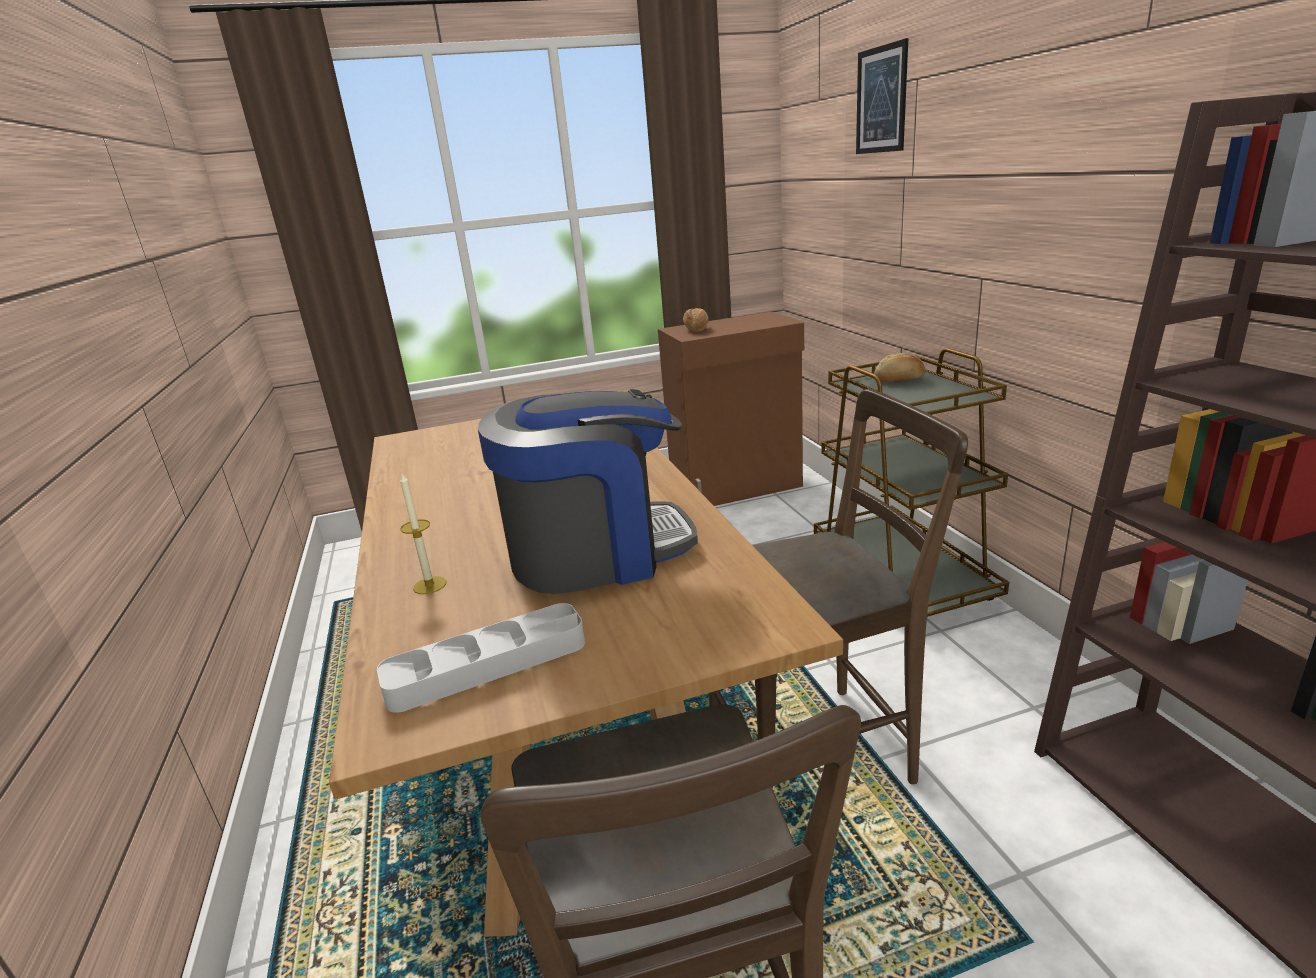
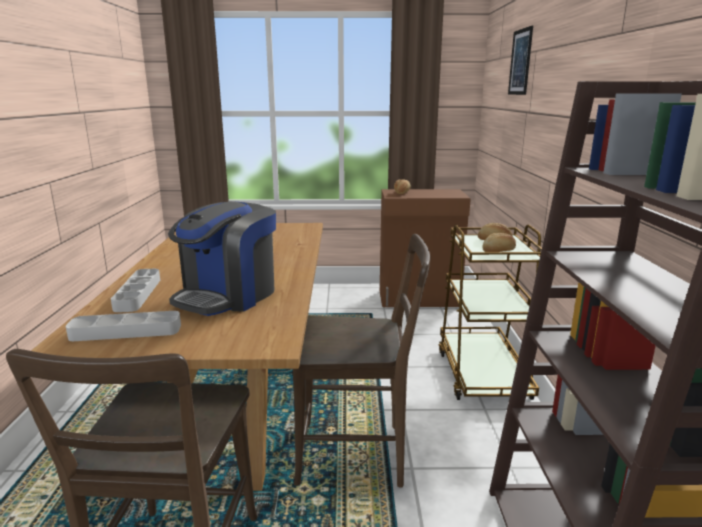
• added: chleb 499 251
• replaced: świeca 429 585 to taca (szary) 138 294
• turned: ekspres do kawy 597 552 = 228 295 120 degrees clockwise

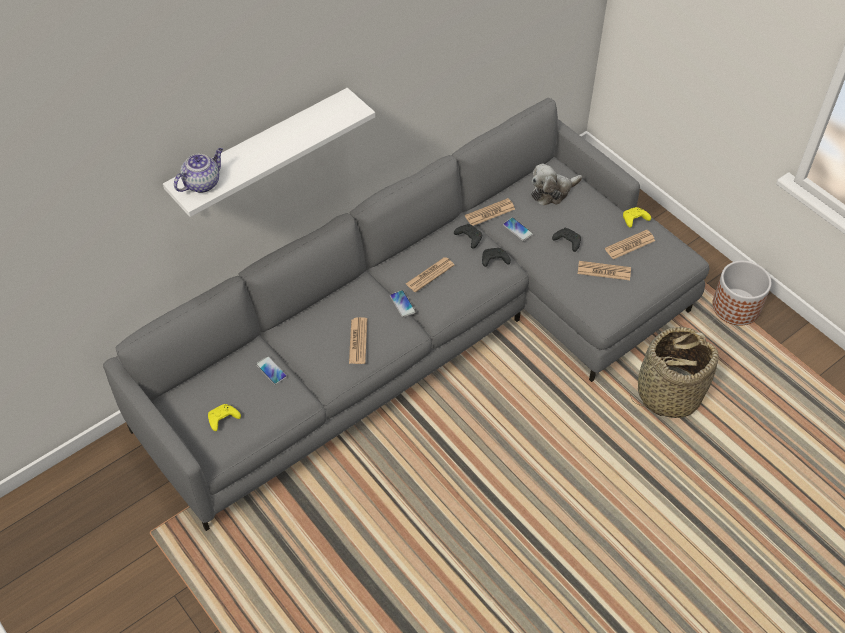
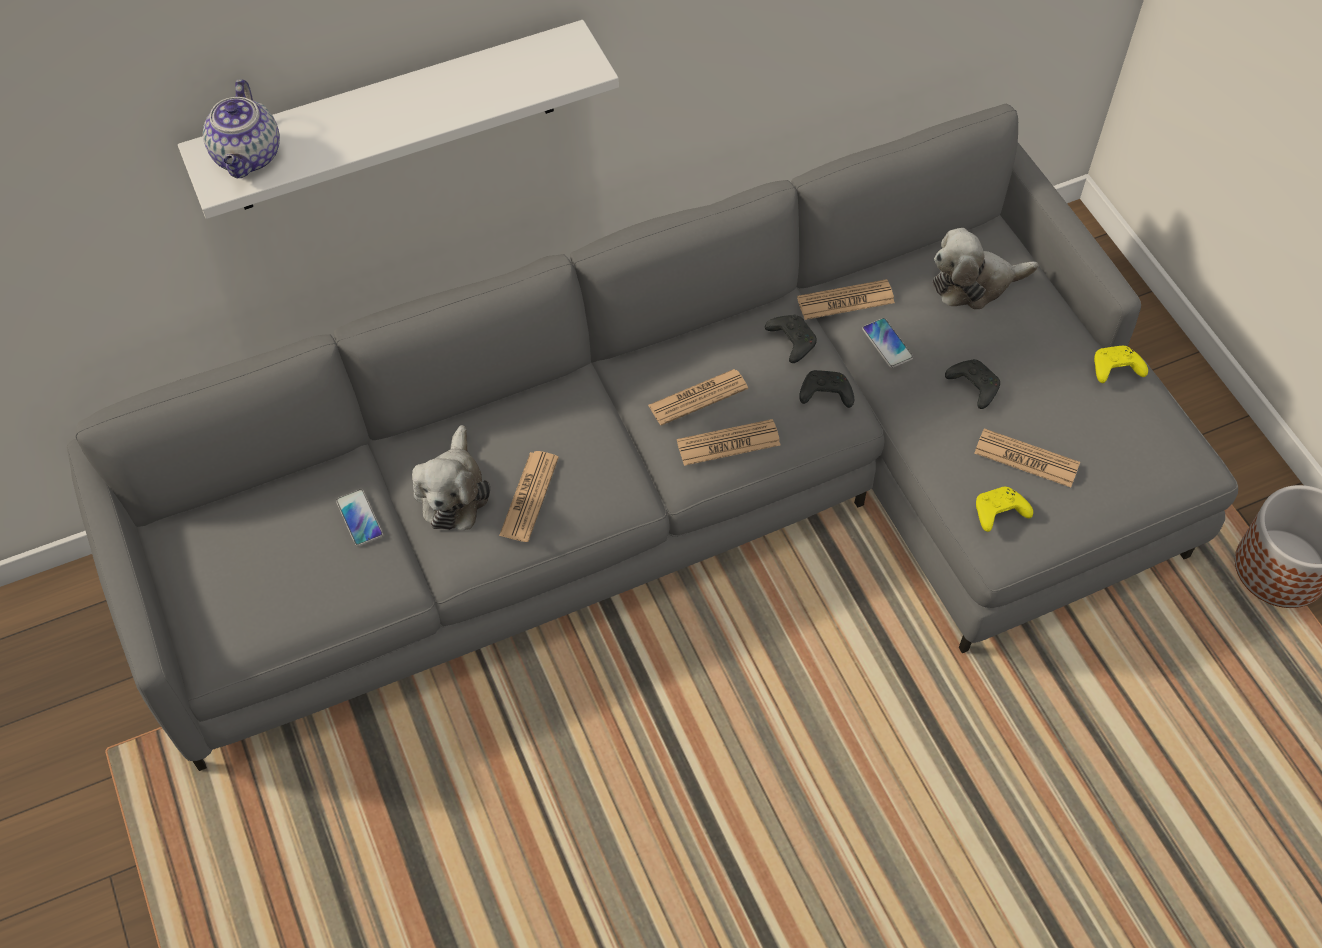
• removed: telefon 402 304
• removed: koszyk 668 393
• added: pluszak 453 492
• moved: pad do gier (żółty) 222 420 to 998 514
• moved: gazeta 630 245 to 728 443
• turned: imbryk 202 183 = 248 157 120 degrees clockwise

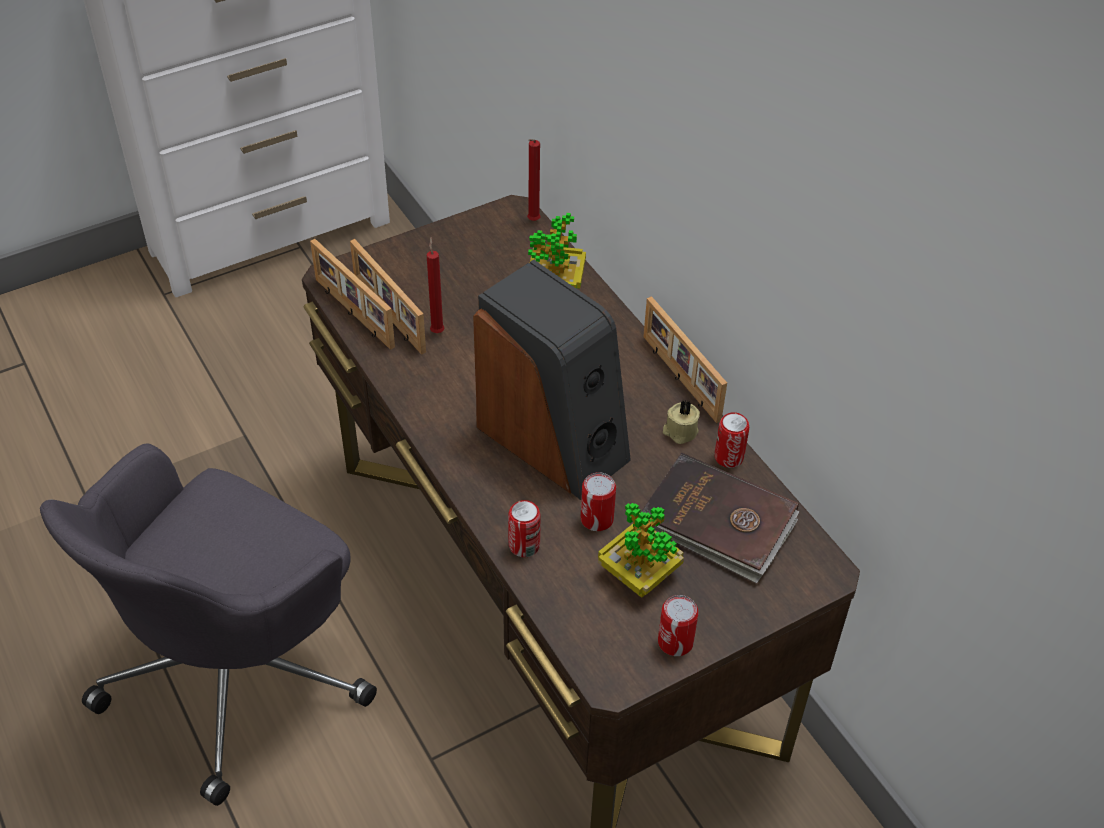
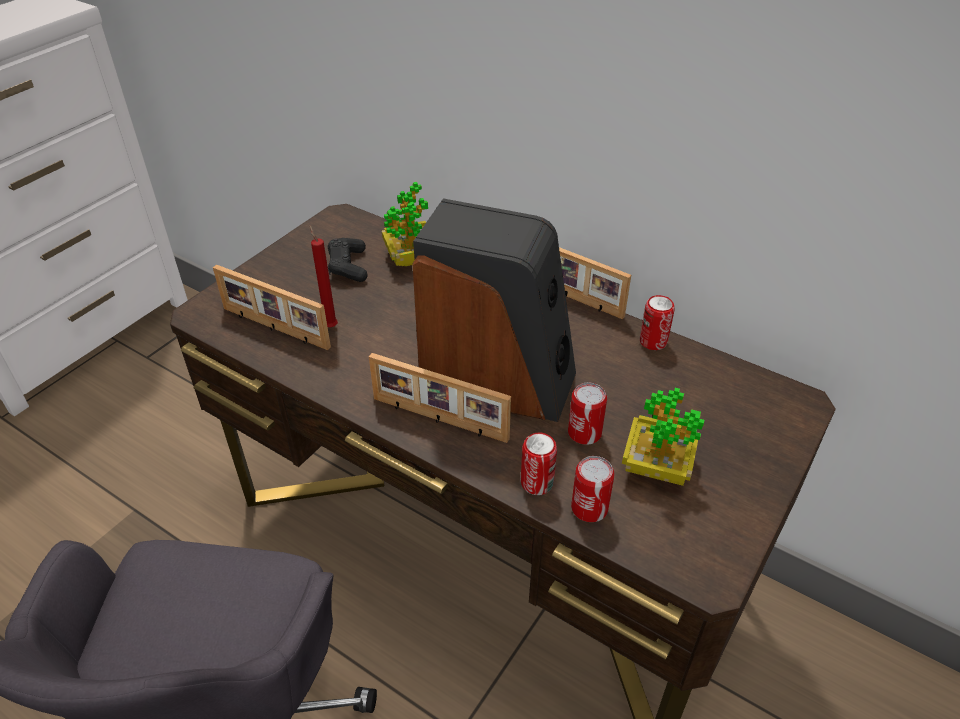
• removed: świeca (czerwony) 532 222
• removed: książka (brązowy) 717 522
• removed: świeca (beżowy) 680 431
• added: pad do gier (czarny) 348 266
• moved: ramka na zdjęcie 352 313 to 439 420
• moved: puszka 675 642 to 589 508

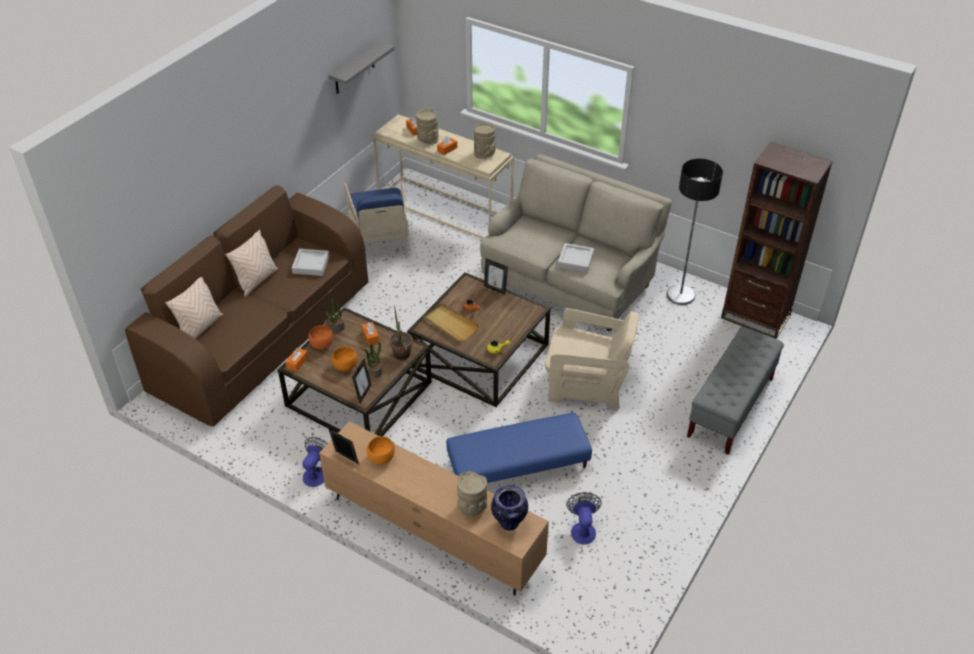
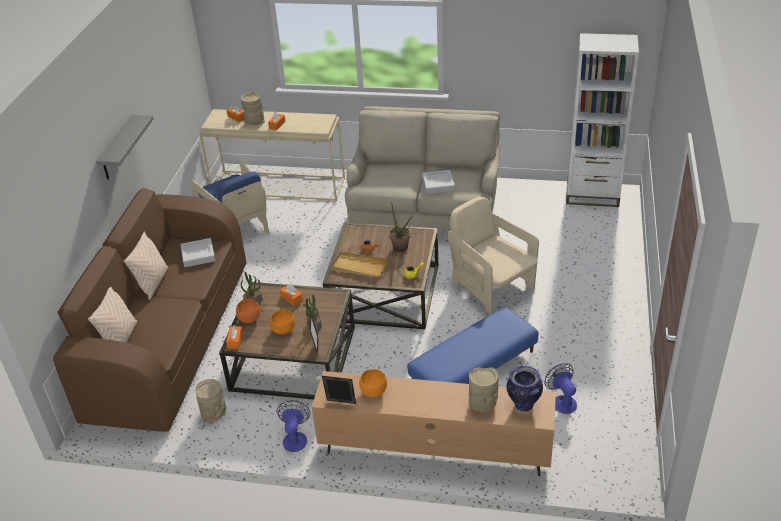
• removed: ramka na zdjęcie 495 289
• removed: lampa stojąca 681 295
• removed: ławka (szary) 730 408
• moved: półka (szary) 354 68 to 117 148
• moved: roślina doniczkowa 402 356 to 402 249
• moved: wazon (beżowy) 485 154 to 214 413
• recoloured: regał (brązowy) 755 317 to regał (biały) 592 195
• turned: fotel (beżowy) 587 385 = 491 287 120 degrees counterclockwise

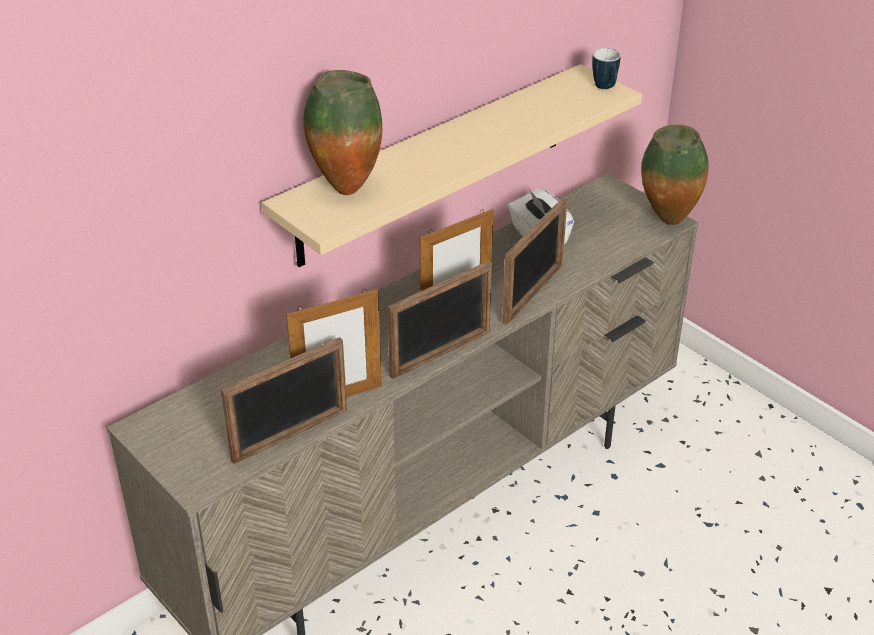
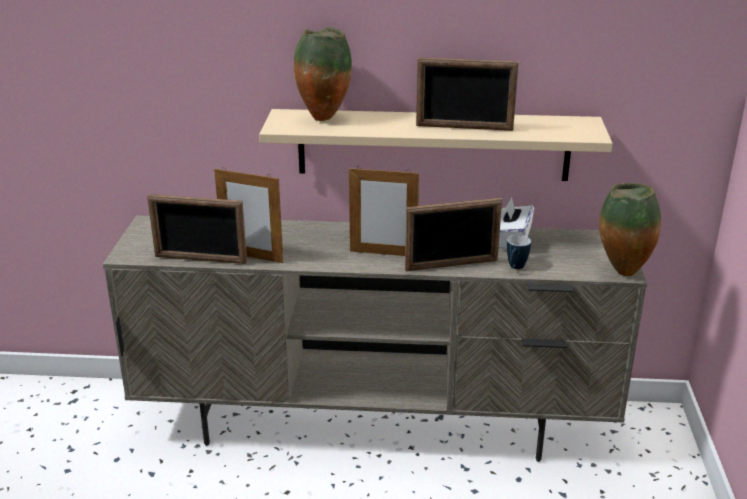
• moved: ramka na zdjęcie 441 354 to 464 127
• moved: kubek 606 88 to 515 268

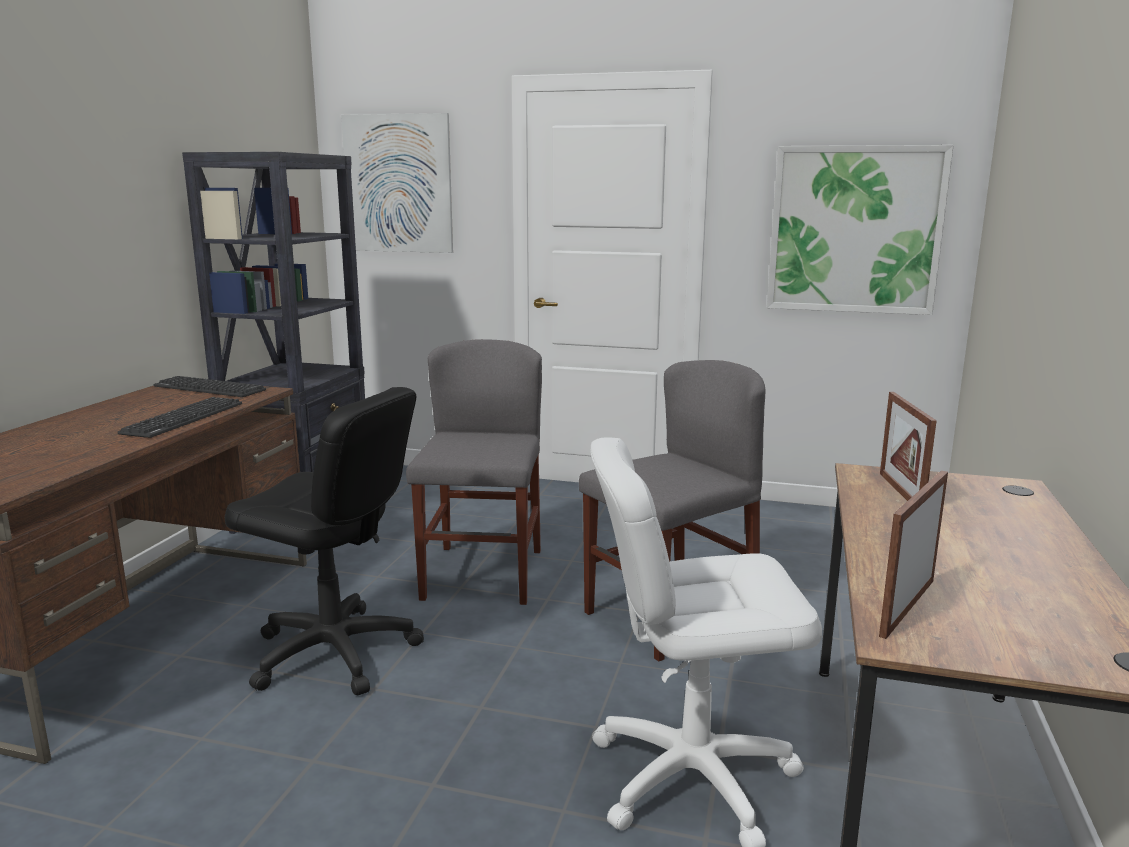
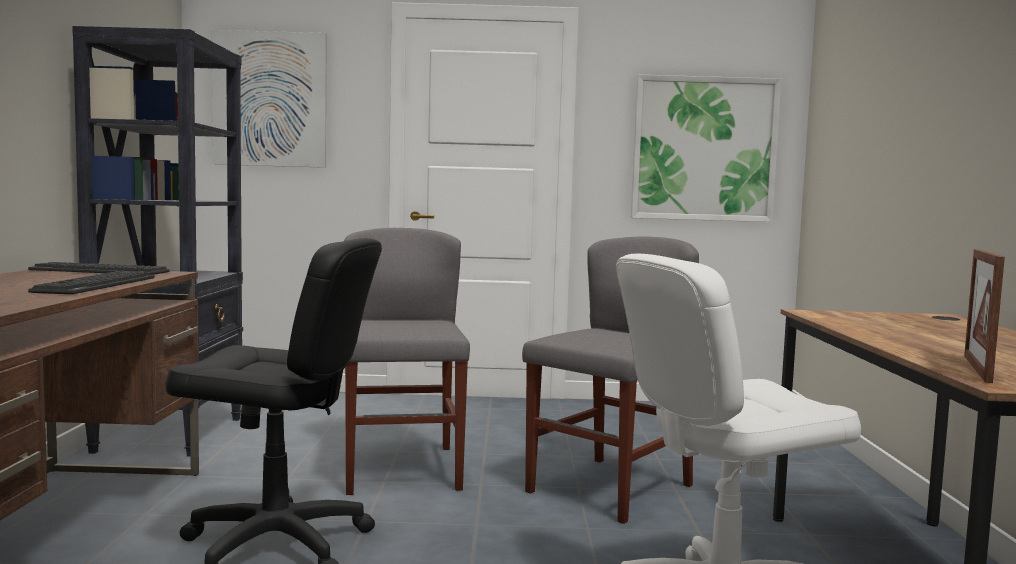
• removed: ramka na zdjęcie 900 492

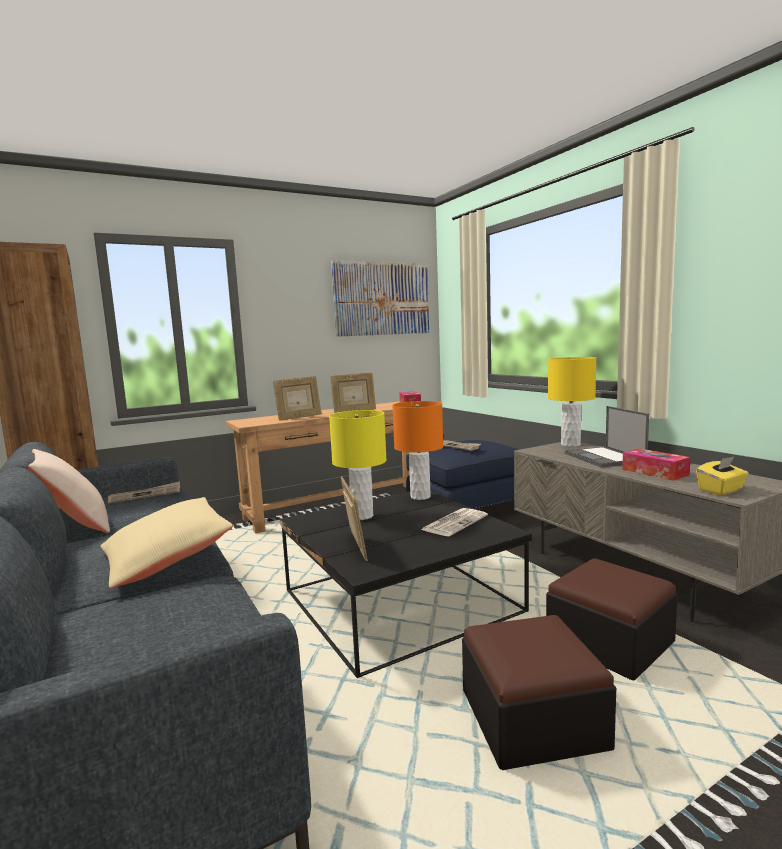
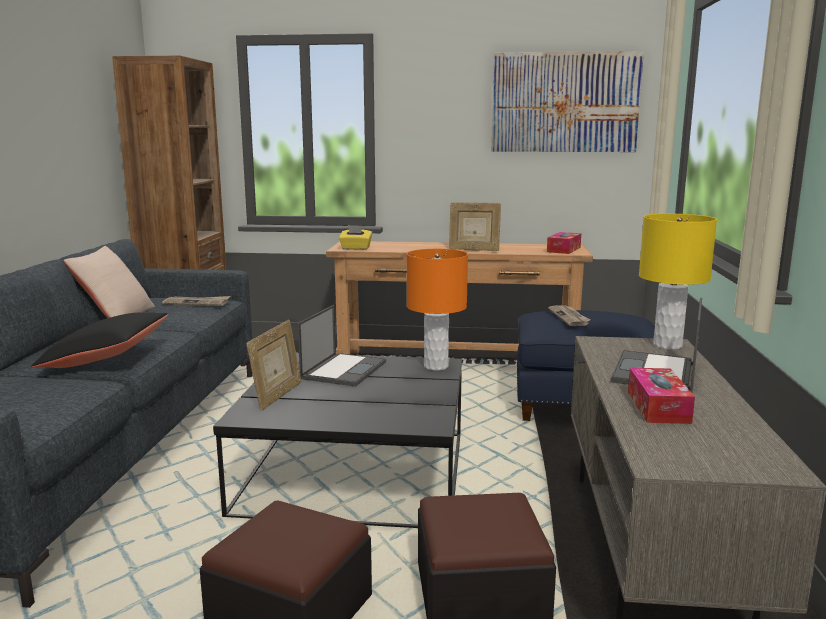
• removed: ramka na zdjęcie 299 417
• removed: gazeta 454 522
• moved: pudełko chusteczek (żółty) 721 490 to 355 249
• replaced: lampa stołowa (żółty) 362 516 to laptop 344 370
• recoloured: poduszka (beżowy) 166 559 to poduszka (czarny) 106 358

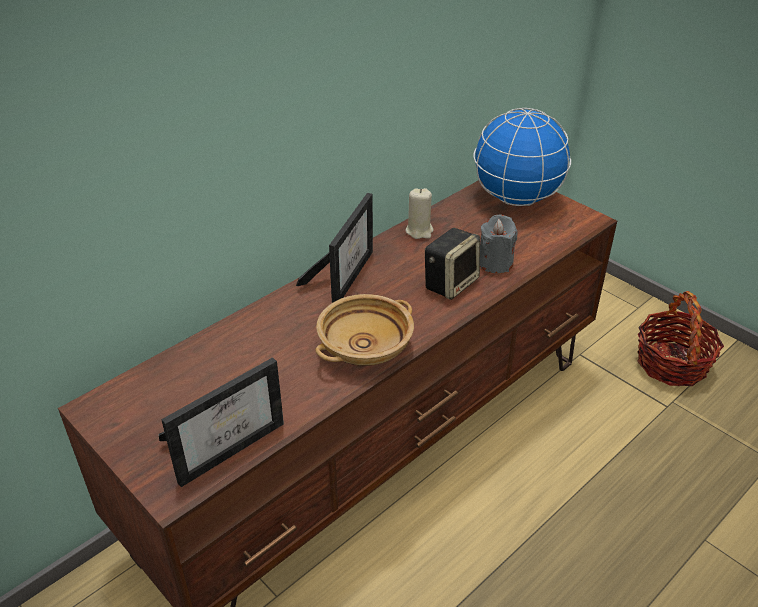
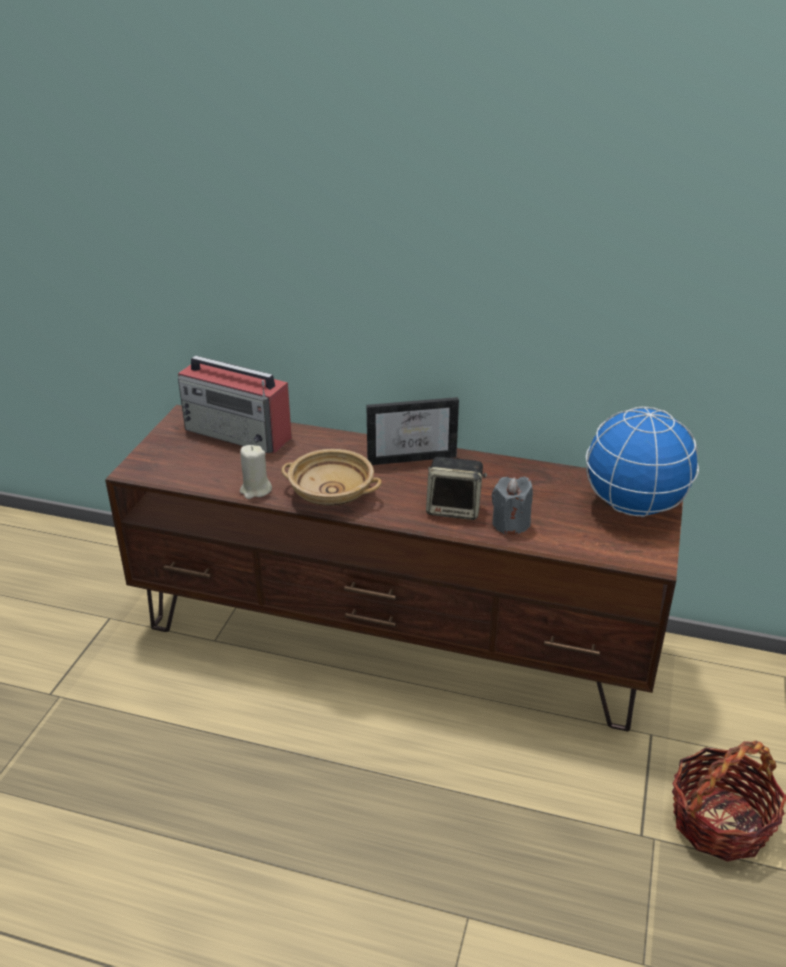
• removed: ramka na zdjęcie 227 444
• added: radio 239 434
• moved: świeca (beżowy) 419 231 to 255 490

